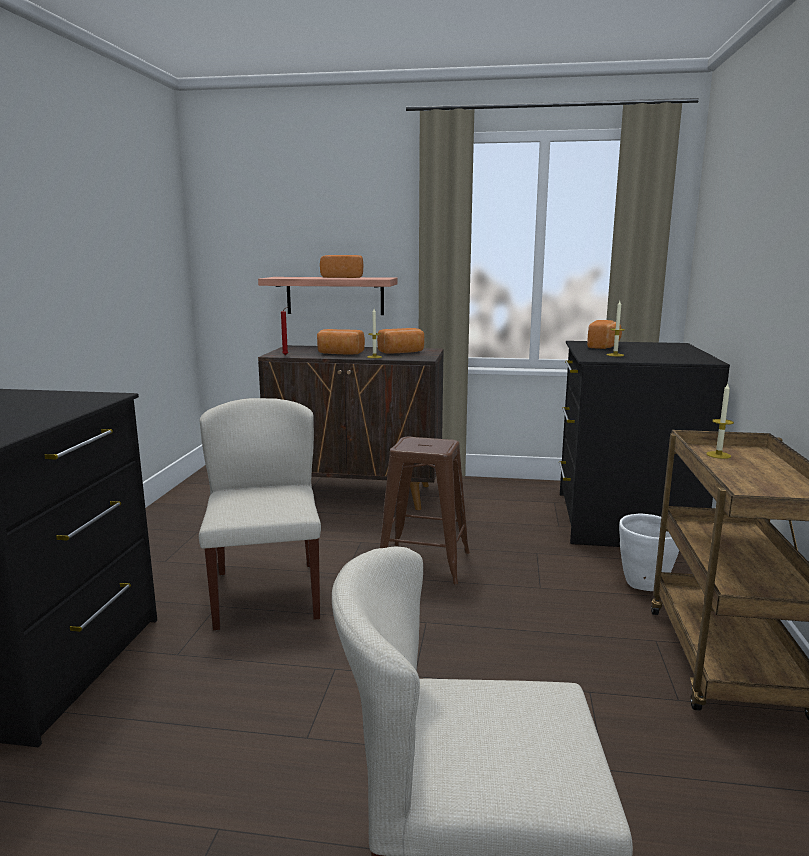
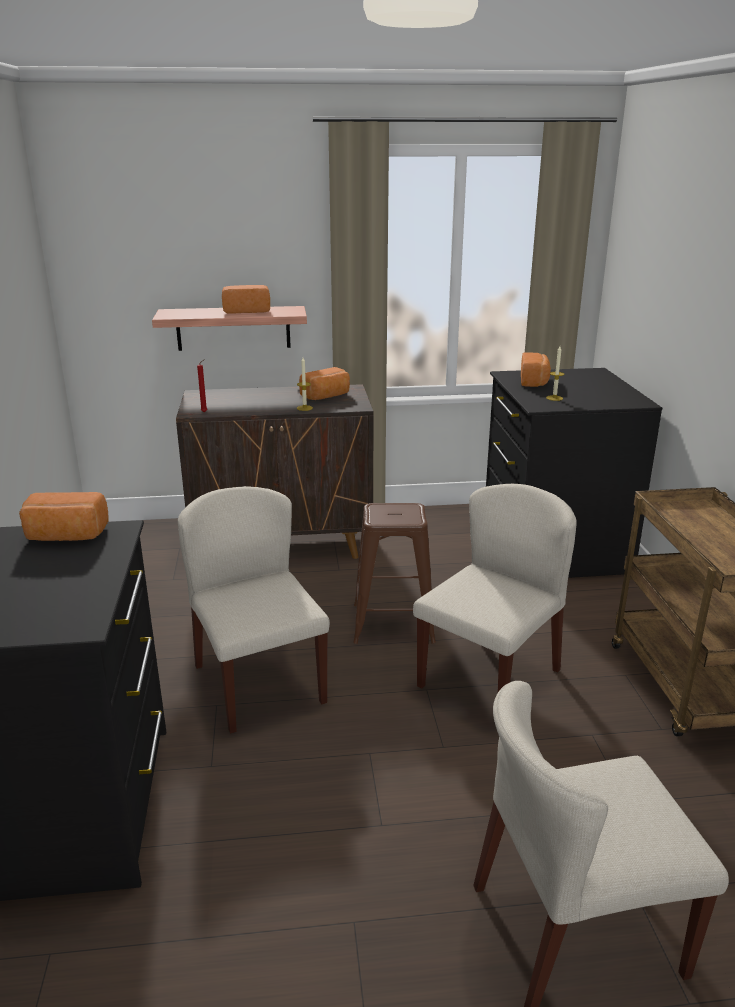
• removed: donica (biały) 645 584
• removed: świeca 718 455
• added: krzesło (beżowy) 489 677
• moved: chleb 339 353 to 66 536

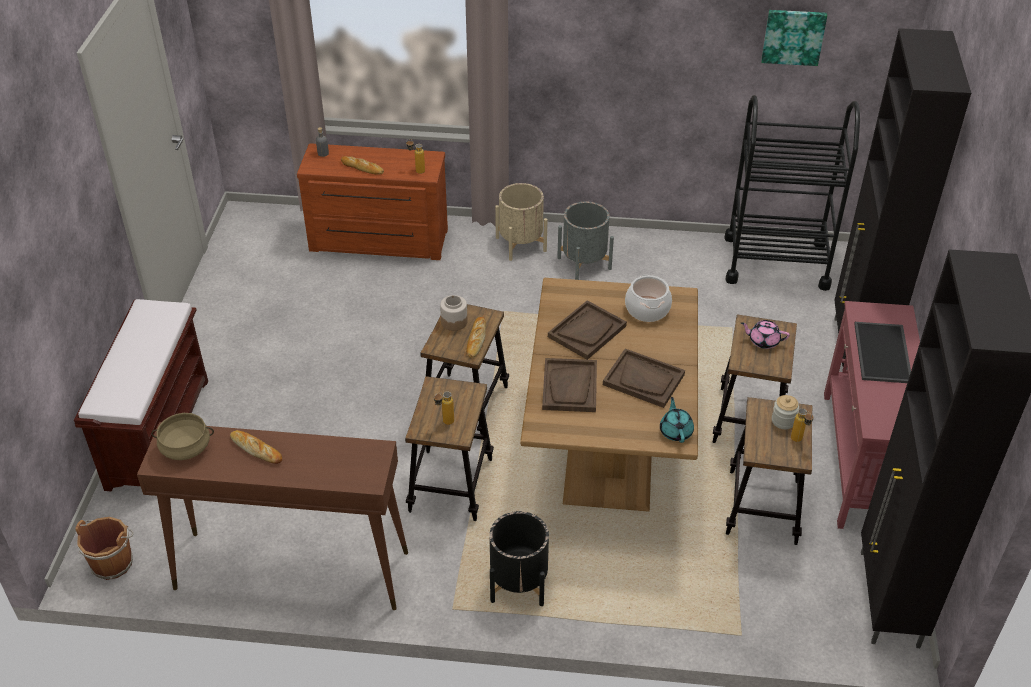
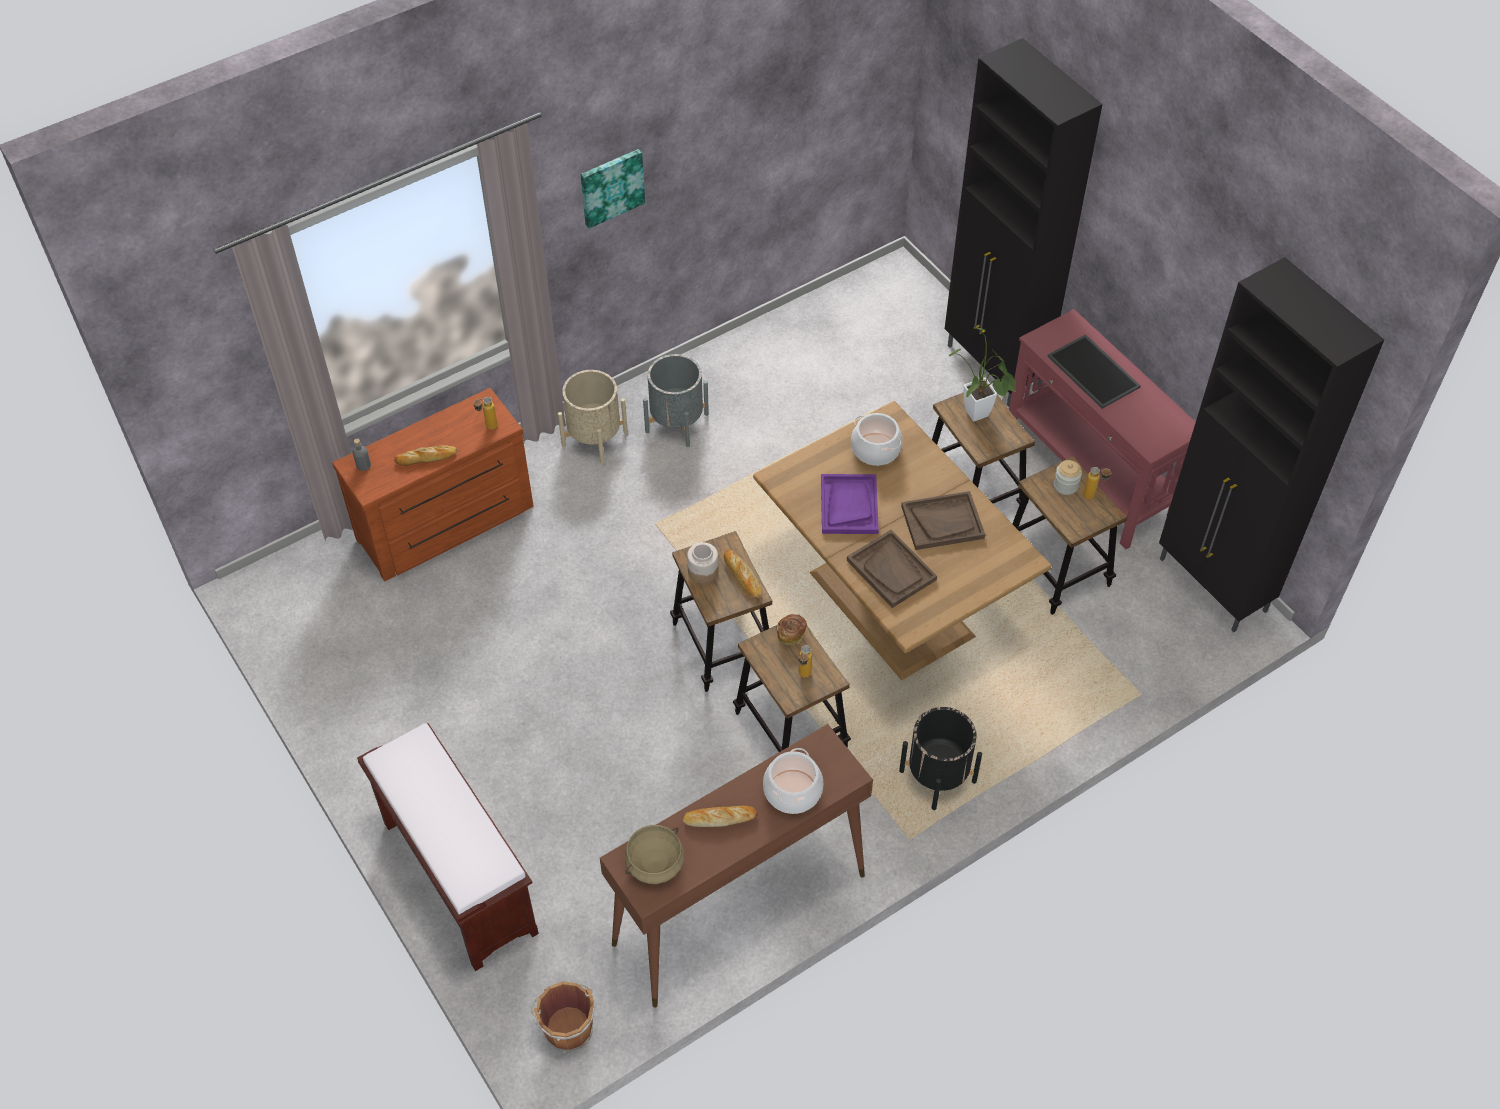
• removed: imbryk (turkusowy) 676 431
• removed: wózek (czarny) 776 262
• added: garnek 793 791
• added: chleb 791 633
• moved: obraz 793 36 to 611 186
• replaced: imbryk (różowy) 763 341 to roślina doniczkowa 979 417
• recoloured: taca (brązowy) 587 331 to taca (fioletowy) 849 505

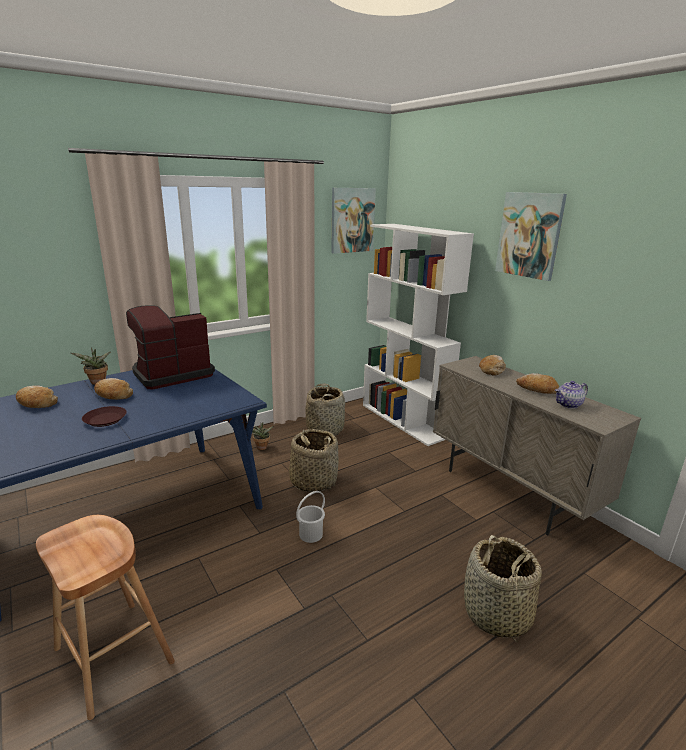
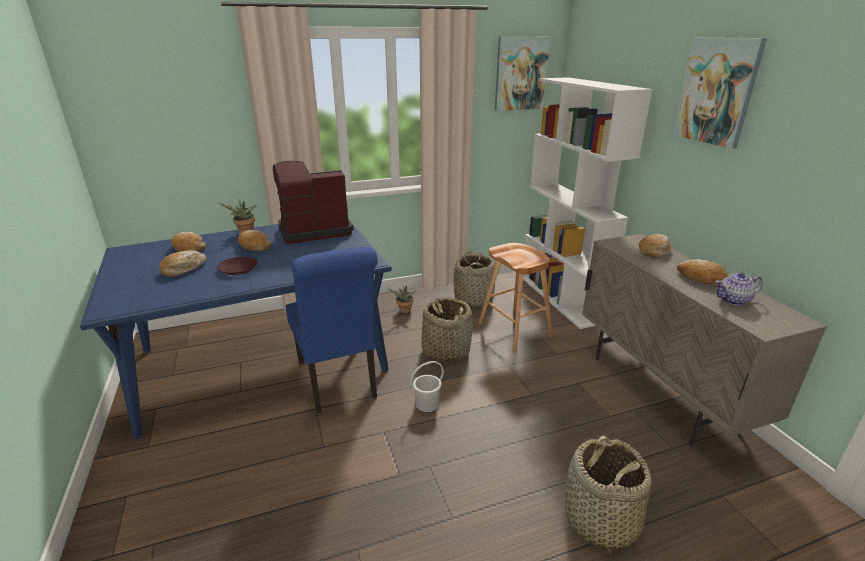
• added: chleb 184 269
• added: krzesło (niebieski) 338 382
• moved: stołek (brązowy) 113 655 to 514 330

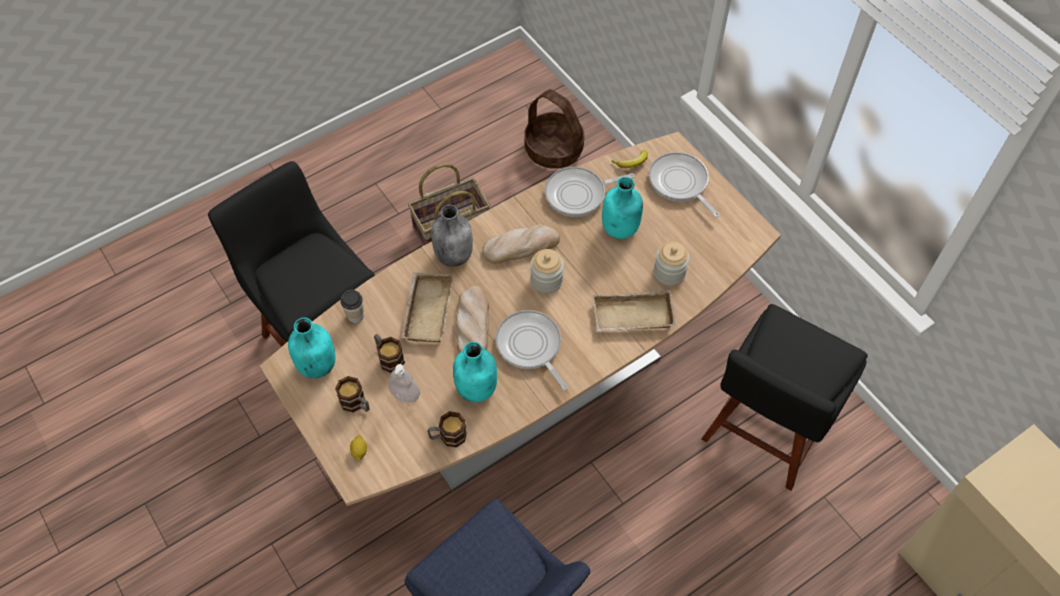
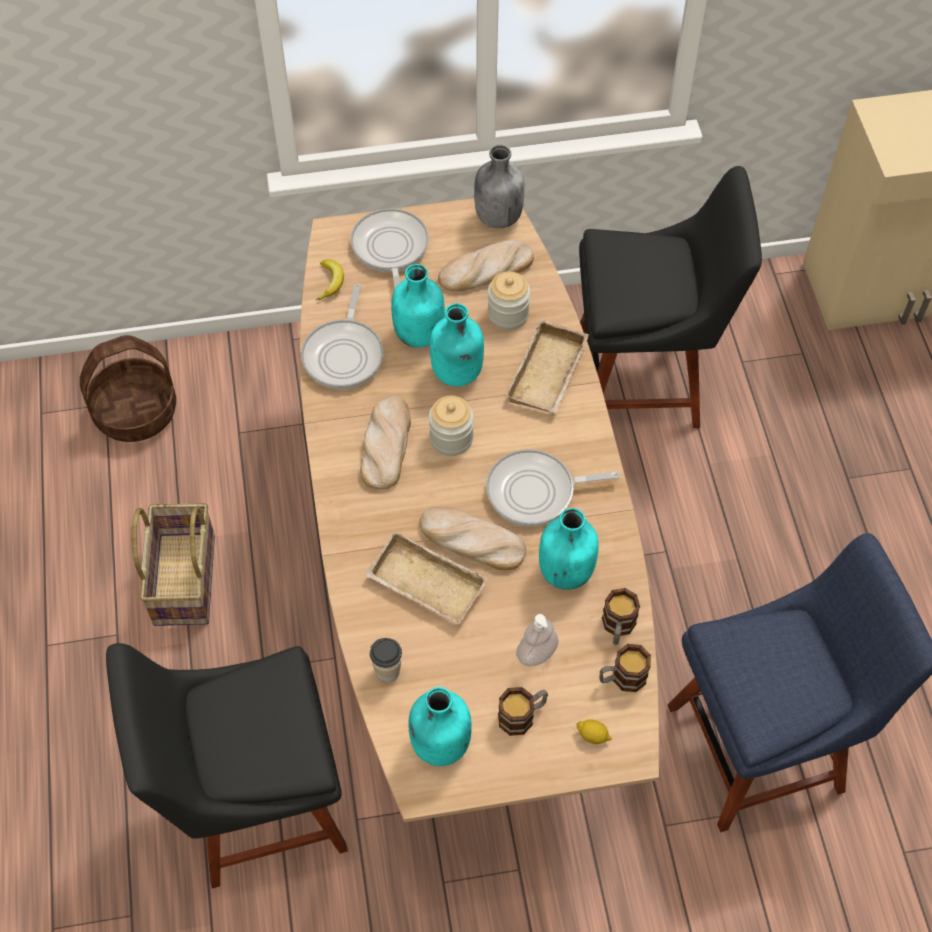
• added: butelka (turkusowy) 457 373
• added: chleb 485 270
• moved: kubek 388 357 to 622 678
• moved: butelka (szary) 454 255 to 497 217
• turned: patelnia 680 183 = 390 250 90 degrees clockwise
• turned: krzesło (czarny) 763 433 = 645 379 60 degrees counterclockwise

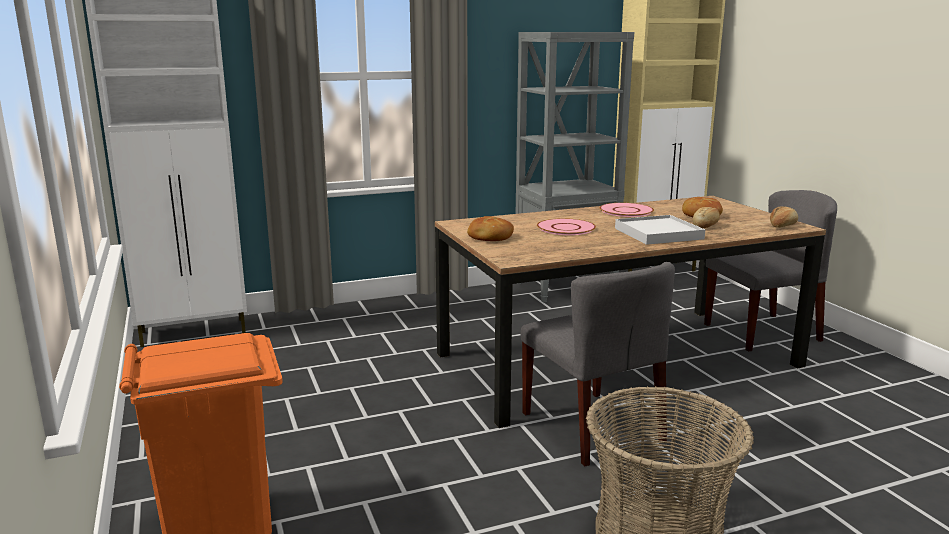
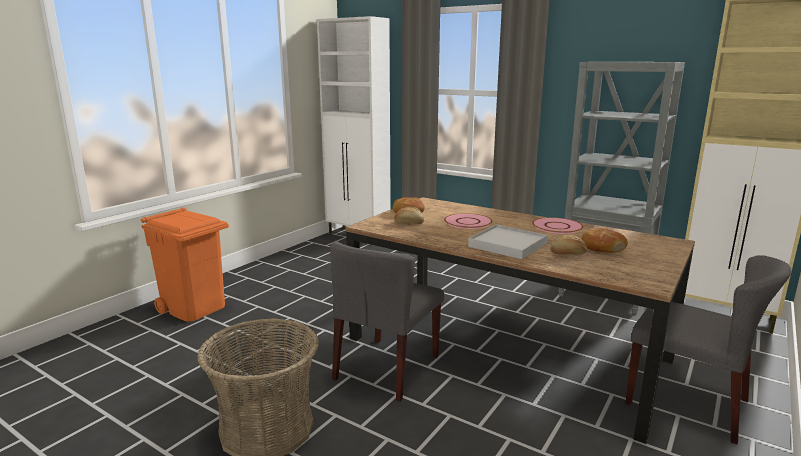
• moved: chleb 782 226 to 409 222

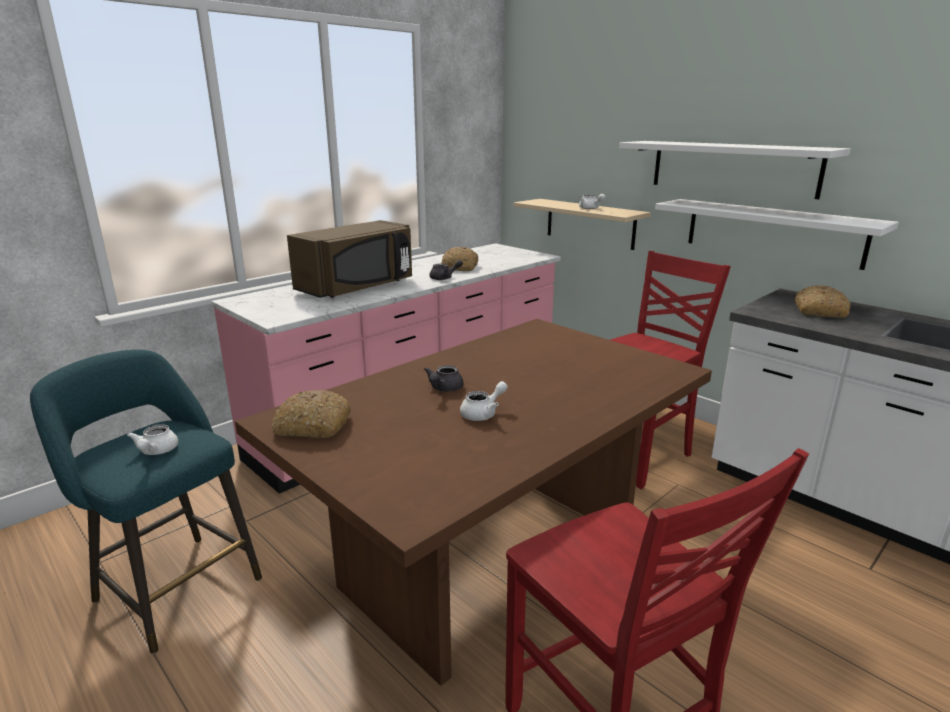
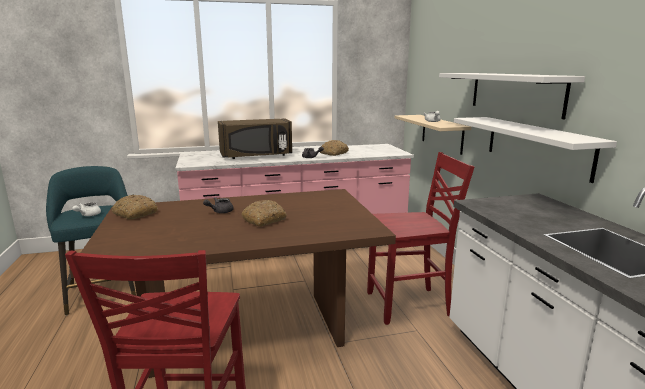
• removed: imbryk (biały) 483 414
• moved: chleb 818 311 to 264 220

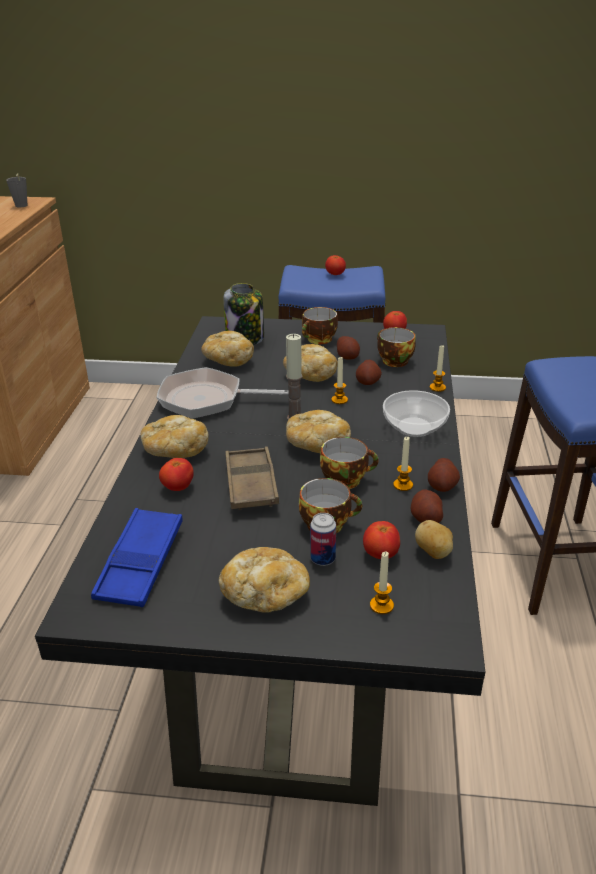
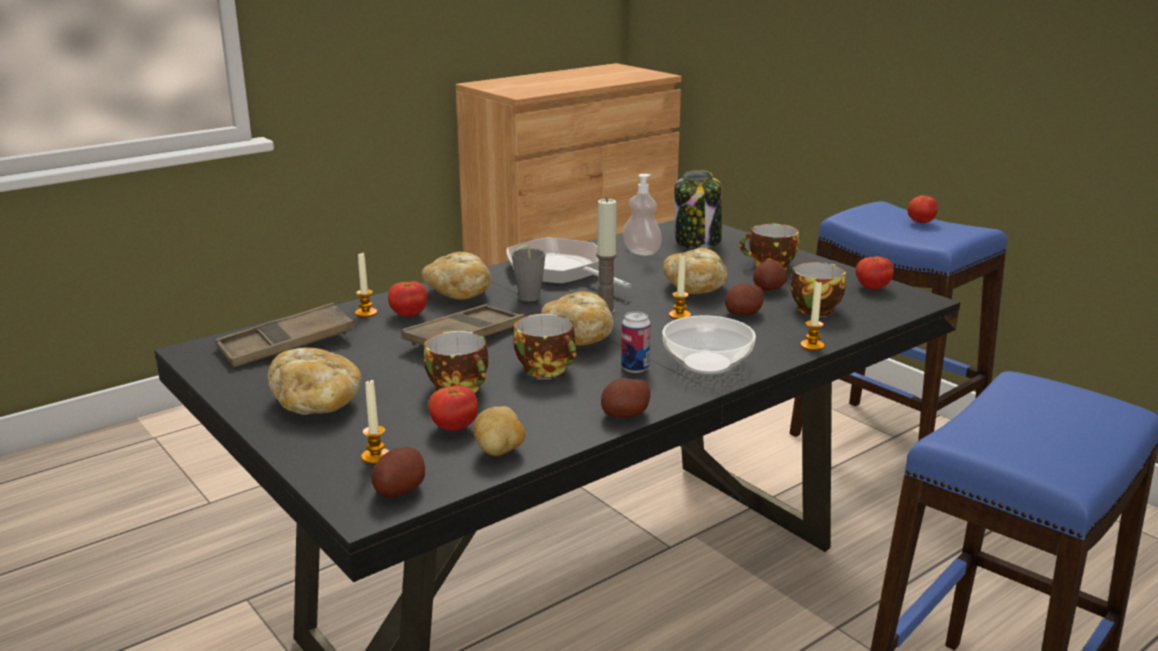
• moved: filiżanka (szary) 21 206 to 526 299
• moved: puszka 323 559 to 635 368
• moved: świeca 403 485 to 366 313
• moved: ziemniak 426 518 to 399 489
• replaced: chleb 228 361 to dozownik mydła 641 252
• recoloured: taca (niebieski) 140 563 to taca (brązowy) 287 344

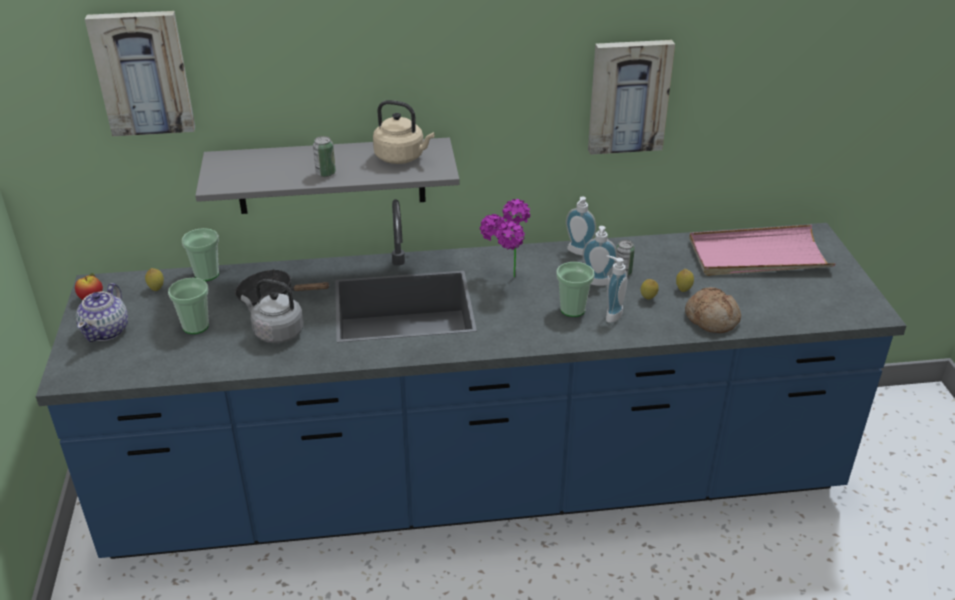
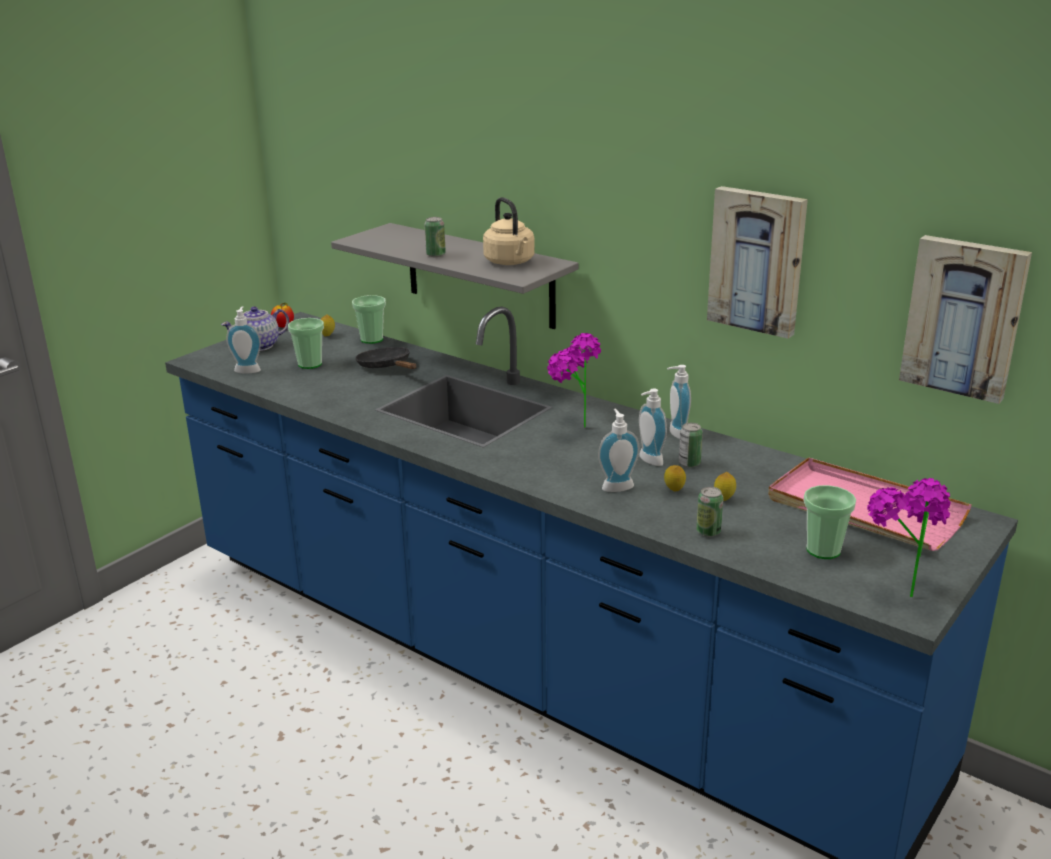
• removed: czajnik (szary) 276 332
• added: dozownik mydła 248 369
• added: roślina doniczkowa 899 588
• moved: obraz 143 72 to 964 317
• moved: filiżanka 572 309 to 823 550
• replaced: chleb 712 319 to puszka 708 532

